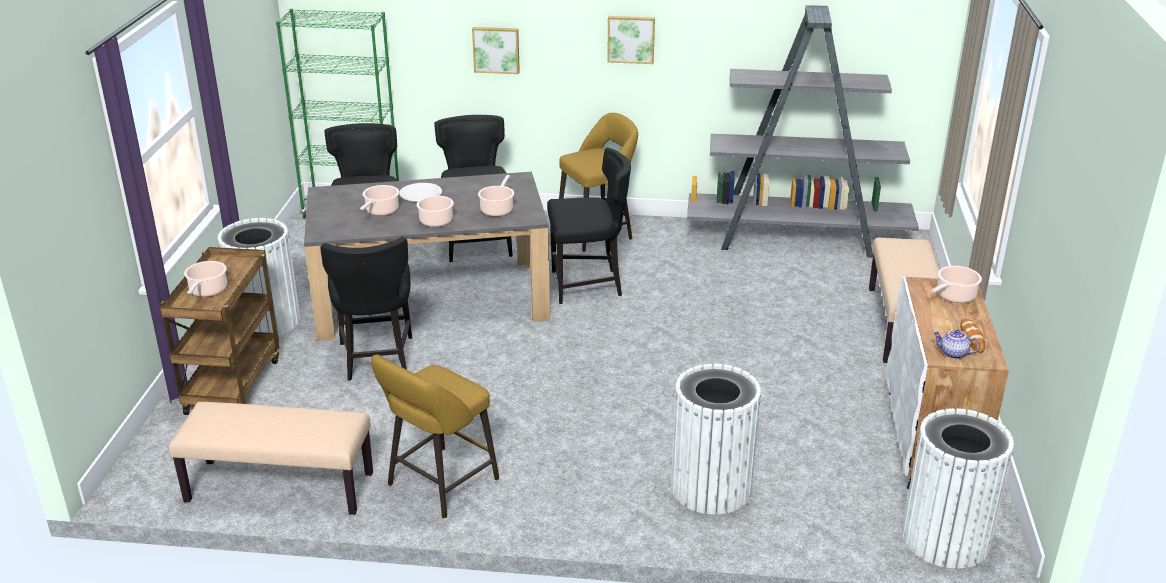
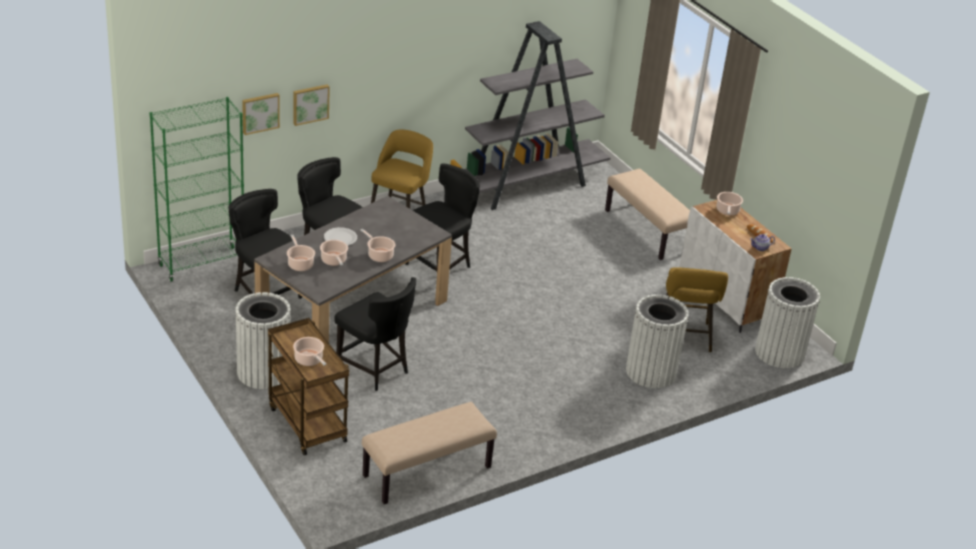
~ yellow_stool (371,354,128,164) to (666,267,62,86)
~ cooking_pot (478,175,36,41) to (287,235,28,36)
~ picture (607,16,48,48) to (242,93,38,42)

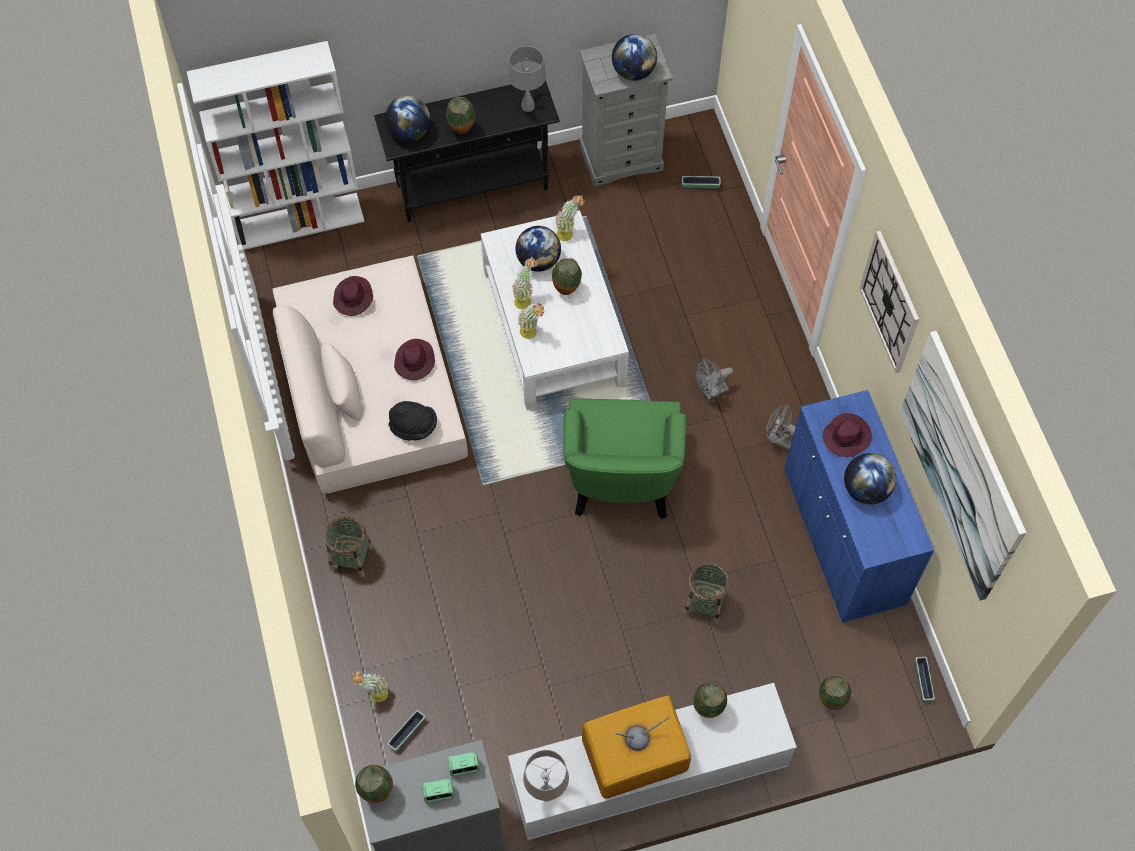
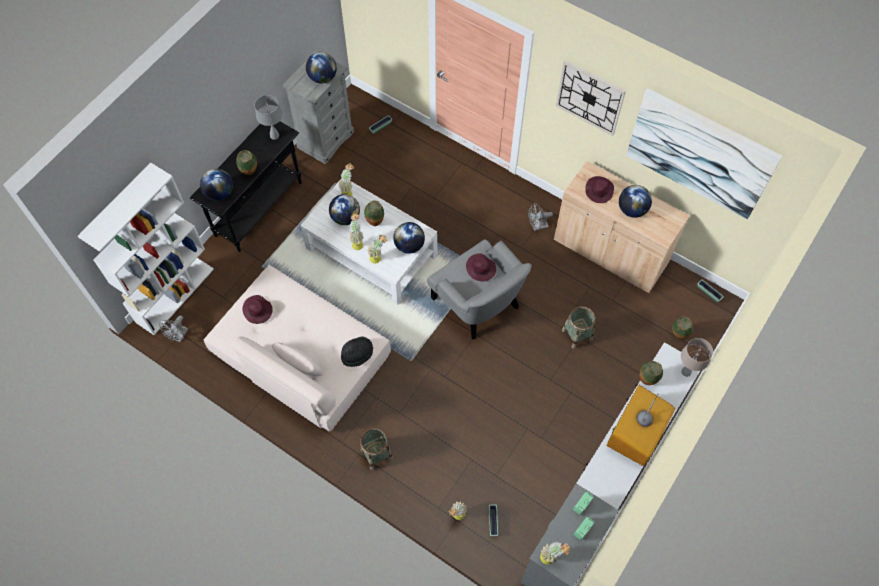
+ globe (393,222,32,32)
~ purple_hat (394,339,41,41) to (466,253,30,28)
~ beige_table_lamp (523,750,46,52) to (681,338,32,39)
~ grey_fan (696,359,37,41) to (159,315,29,27)
~ vase (355,765,38,38) to potted_plant (540,542,30,23)
~ green_armchair (563,398,124,121) to grey_armchair (427,239,105,100)
~ blue_cabinet (784,390,151,233) to beige_cabinet (554,161,136,132)

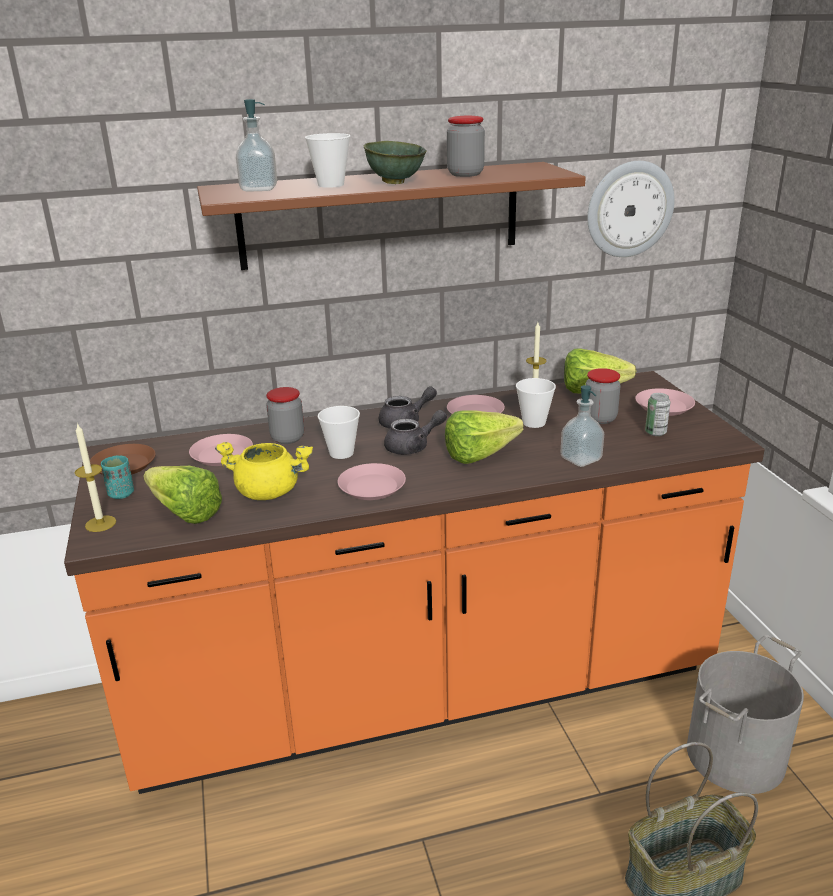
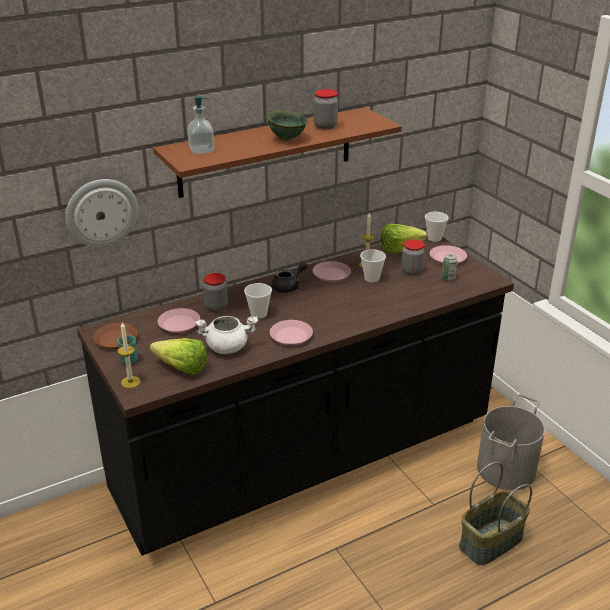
- grey_teapot (384,410,63,45)
- lettuce (445,410,79,54)
- soap_dispenser (560,385,44,82)
~ cup (305,133,45,55) to (425,212,24,30)
~ wall_clock (587,161,88,96) to (65,179,73,69)
~ orange_counter (64,371,701,423) to black_counter (77,232,437,324)
~ yellow_cooking_pot (215,442,98,58) to white_cooking_pot (195,316,63,38)

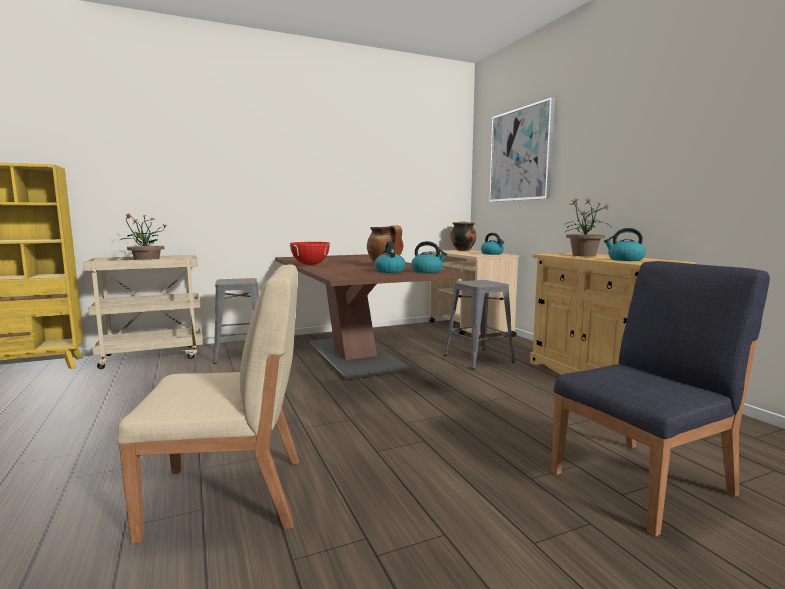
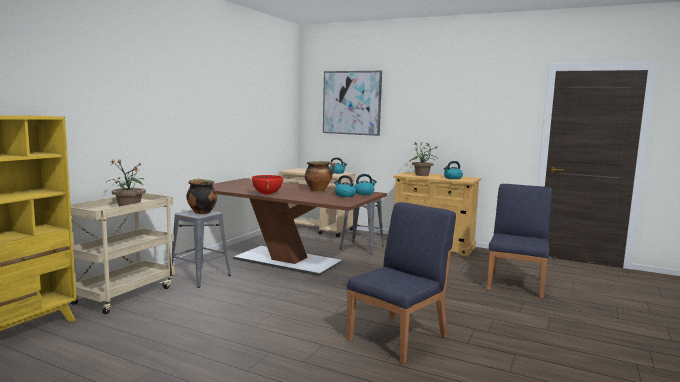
~ cooking_pot (450,222,27,29) to (186,179,31,35)
~ beige_chair (117,264,182,280) to blue_chair (347,202,109,162)

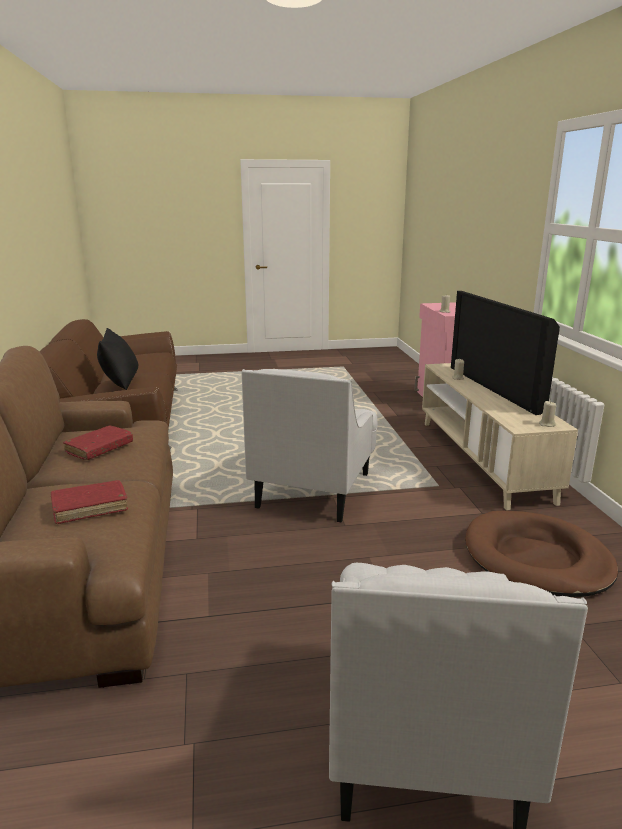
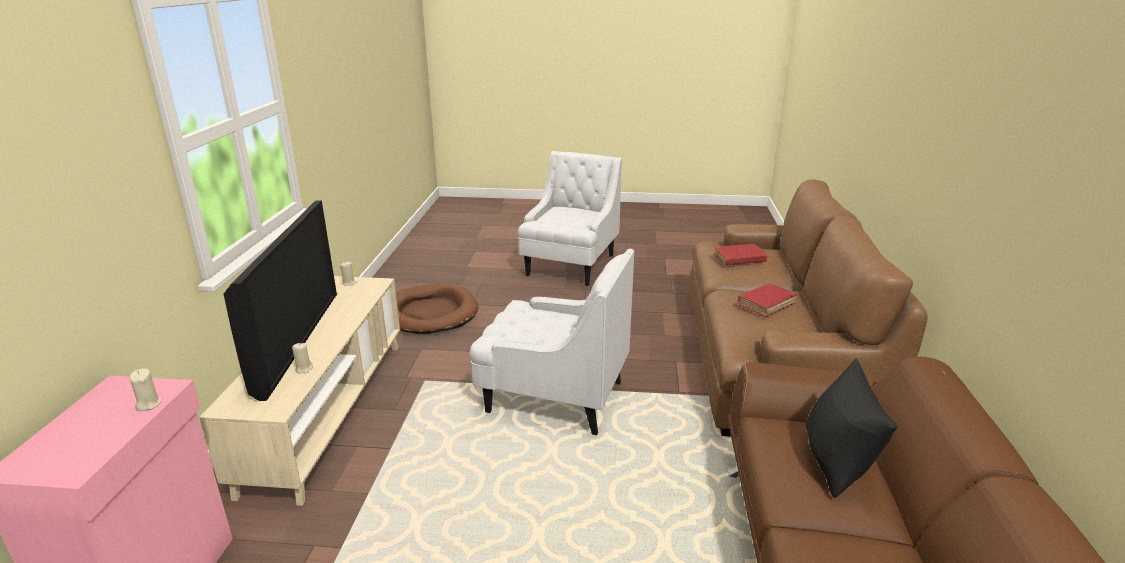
~ white_armchair (242,369,136,153) = (470,249,164,186) 75 degrees clockwise

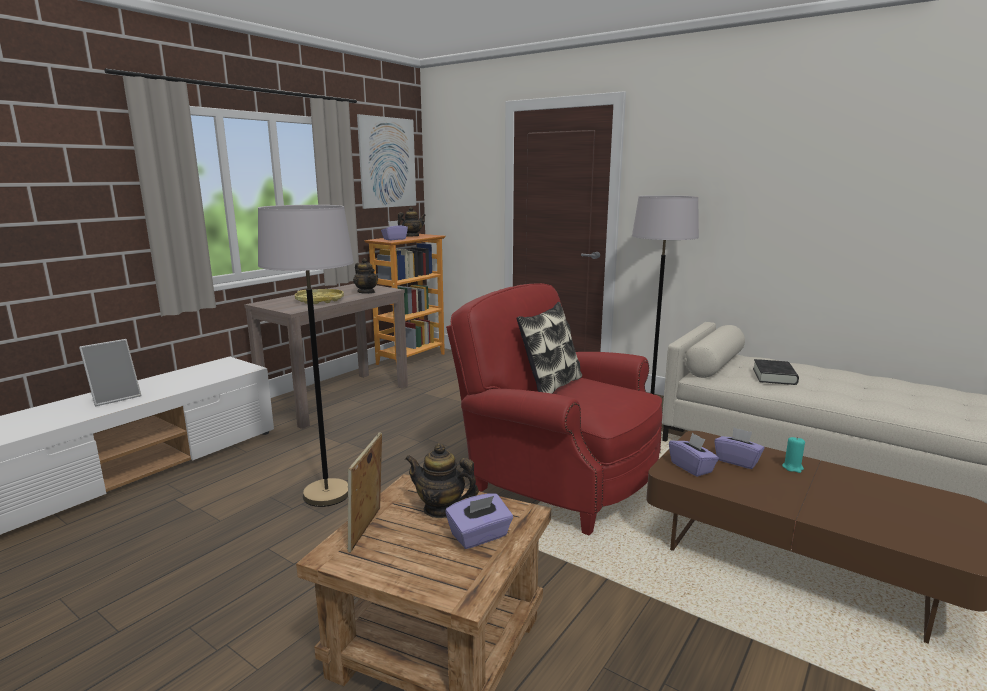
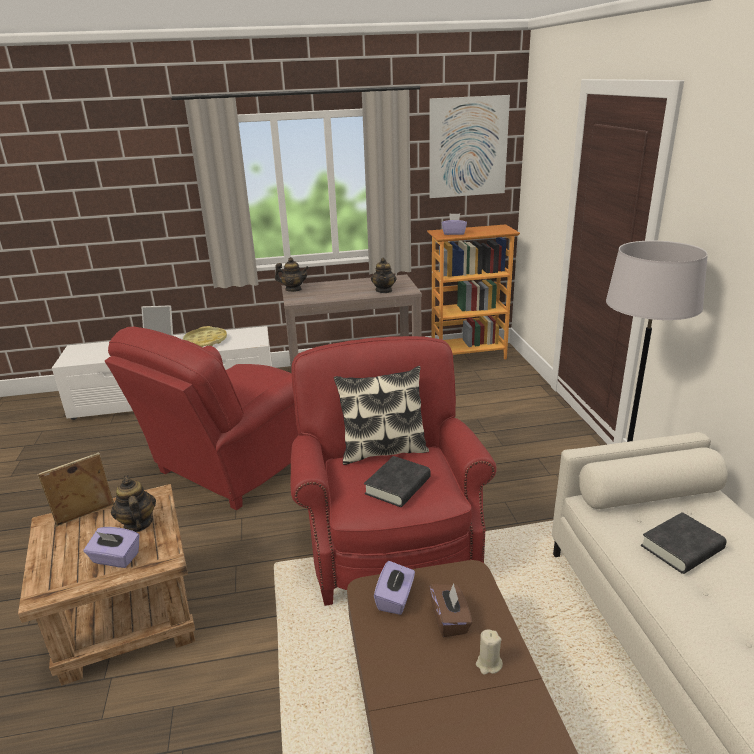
+ black_book (364,456,67,51)
~ yellow_tray (295,289,49,15) to (183,326,44,21)
~ teapot (398,207,28,29) to (275,257,34,35)
~ grey_floor_lamp (258,205,96,302) to red_armchair (105,327,193,184)
~ purple_tissue_box (714,427,51,42) to brown_tissue_box (429,583,43,54)
~ turquoise_candle (782,437,23,36) to beige_candle (476,630,27,45)

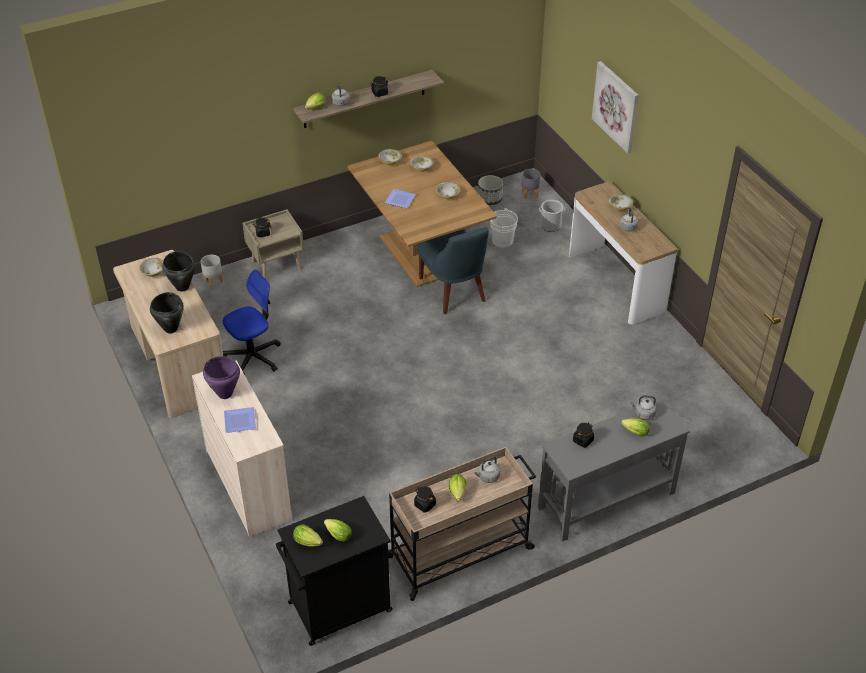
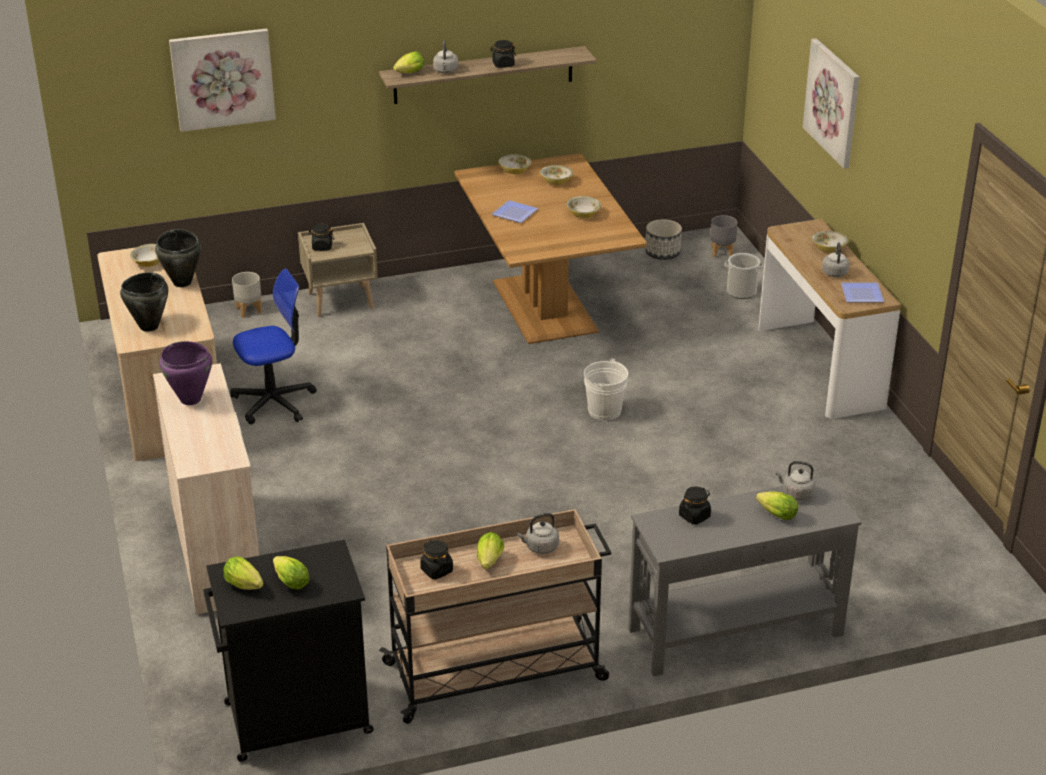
- blue_chair (417,227,72,87)
+ picture (169,28,107,104)
~ plate (224,407,32,26) to (841,282,43,20)
~ white_bucket (490,208,28,40) to (584,359,44,62)

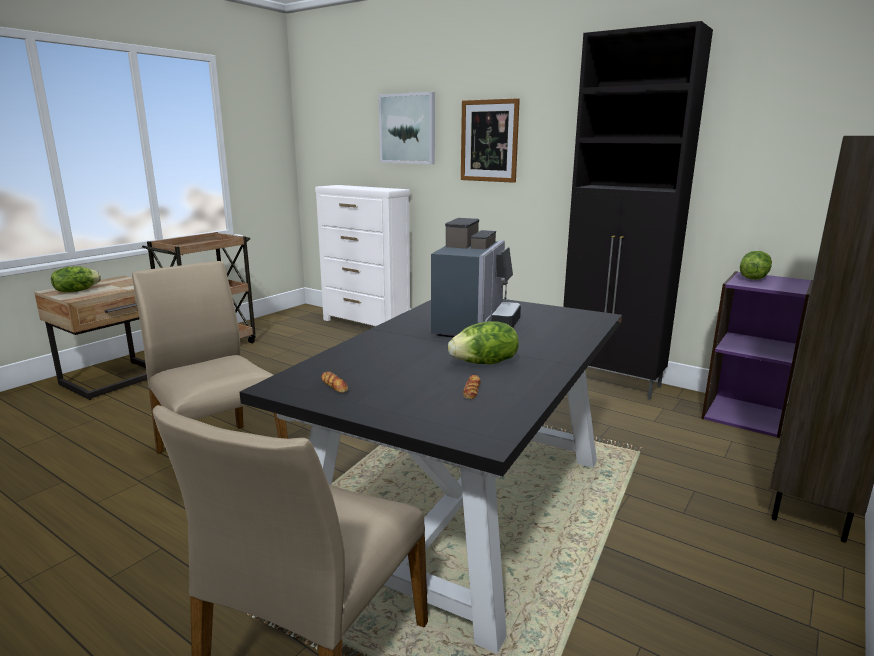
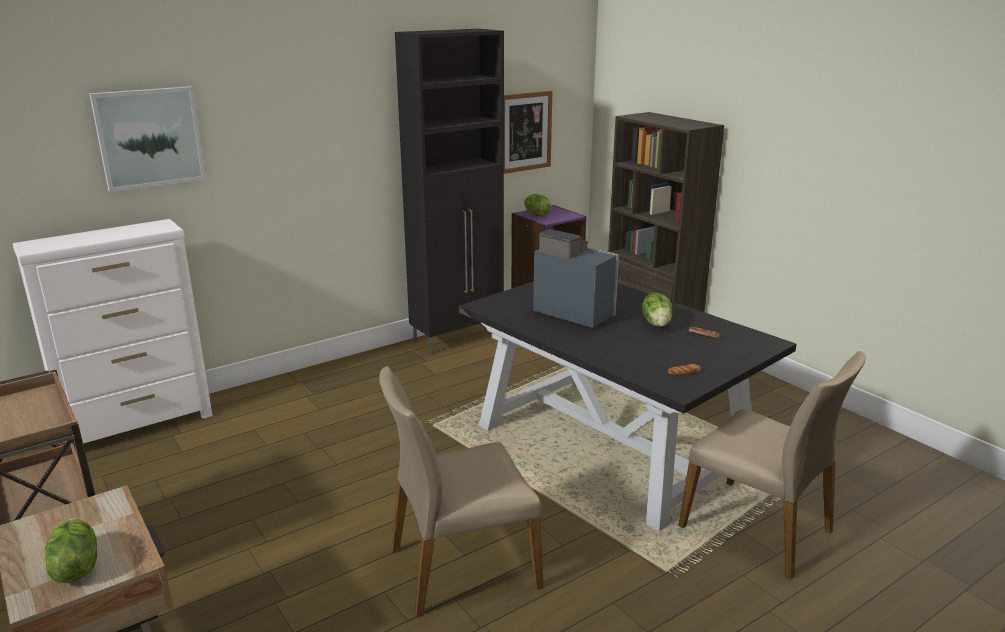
~ picture (461,98,59,85) to (504,91,48,83)

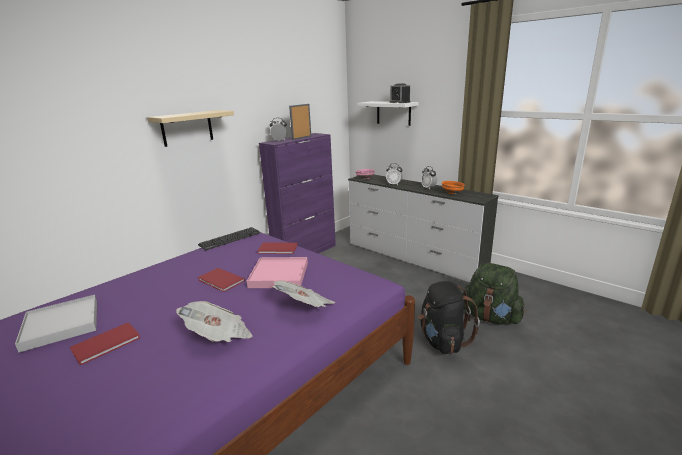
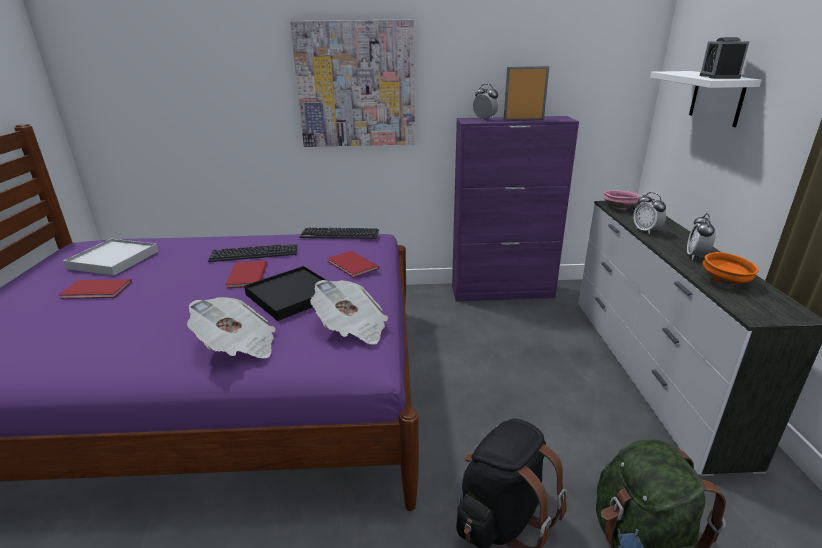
+ keyboard (208,244,89,18)
~ newspaper (176,301,77,41) to (310,280,78,65)
~ beige_shelf (147,110,87,37) to picture (290,19,125,128)
~ pink_tray (247,257,61,31) to black_tray (244,266,84,55)

